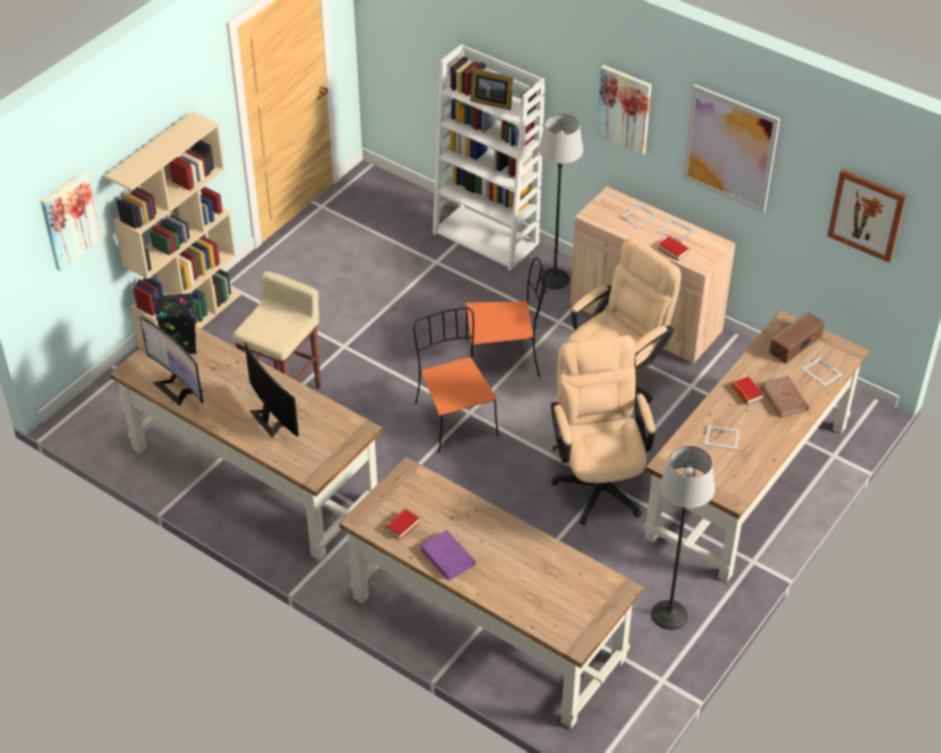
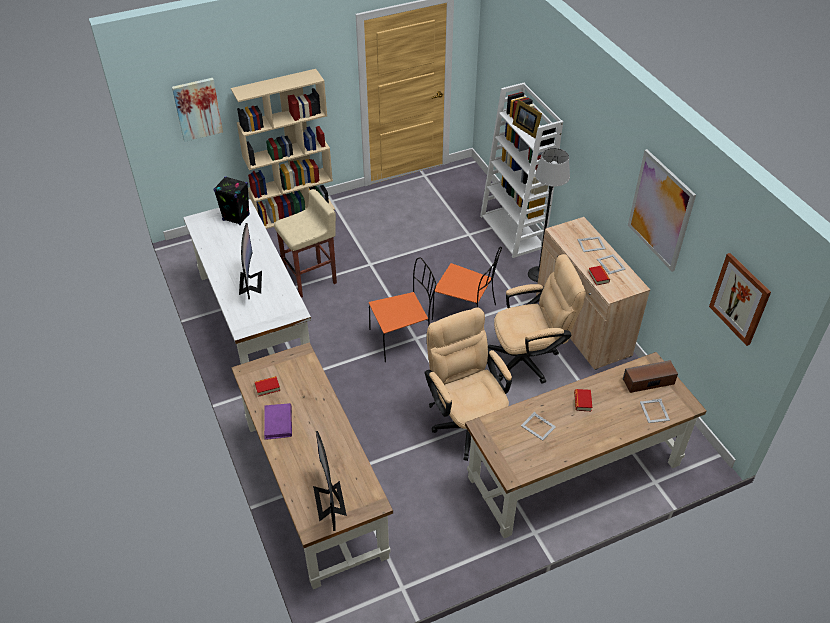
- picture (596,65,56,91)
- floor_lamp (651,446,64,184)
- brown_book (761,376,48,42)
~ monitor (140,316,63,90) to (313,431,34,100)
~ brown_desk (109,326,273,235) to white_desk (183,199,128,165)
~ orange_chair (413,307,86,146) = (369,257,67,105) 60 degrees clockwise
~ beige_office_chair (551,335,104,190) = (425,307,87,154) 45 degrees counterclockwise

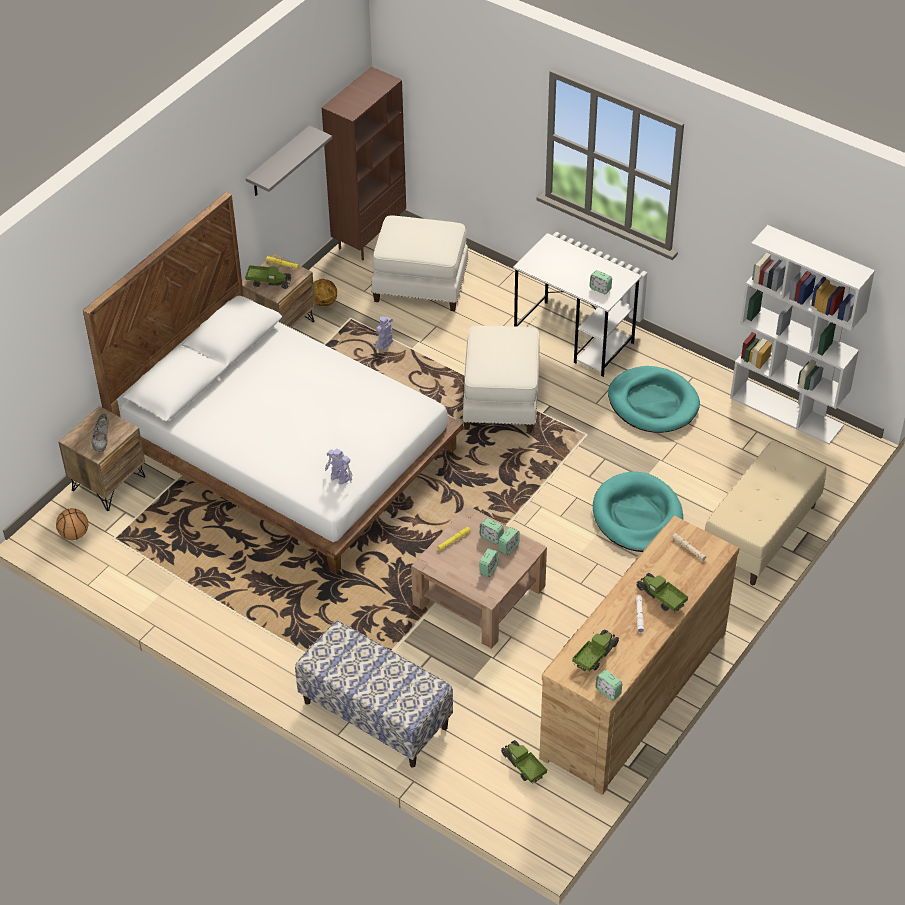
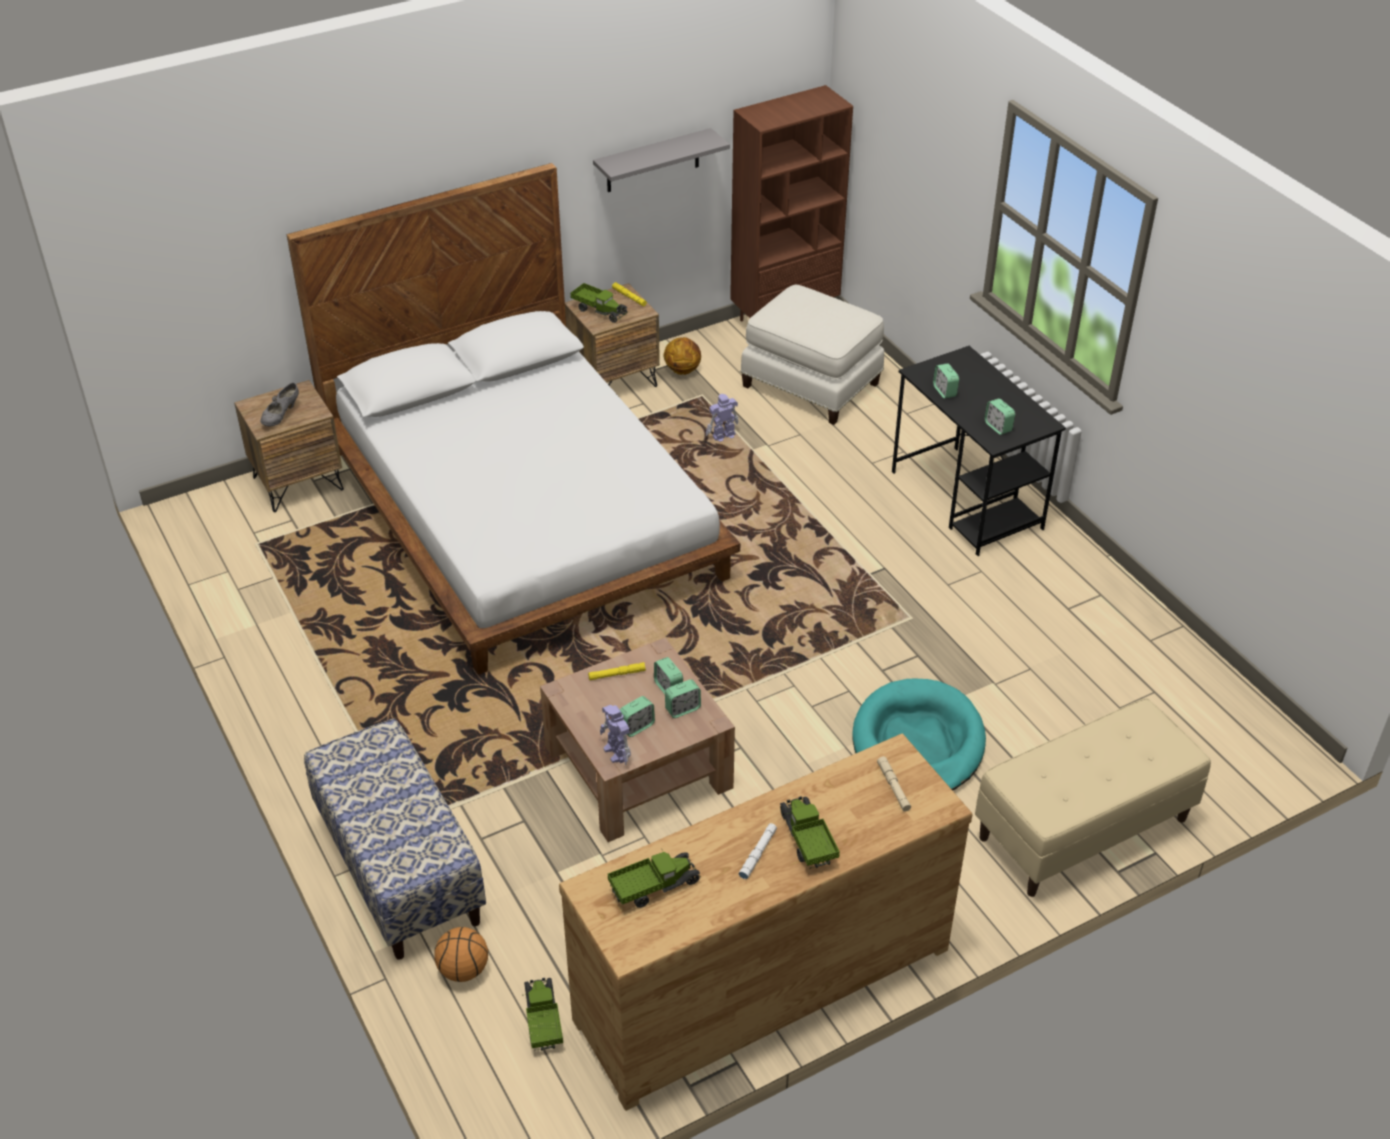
- white_ottoman (463,325,77,107)
- turquoise_dog_bed (608,366,92,67)
- white_bookcase (730,225,145,220)
~ basketball (56,508,32,32) to (434,927,54,55)
~ toy_robot (325,448,28,37) to (600,705,31,60)
~ alarm_clock (596,670,26,31) to (933,363,26,36)
~ white_desk (513,233,129,144) to black_desk (892,346,174,210)

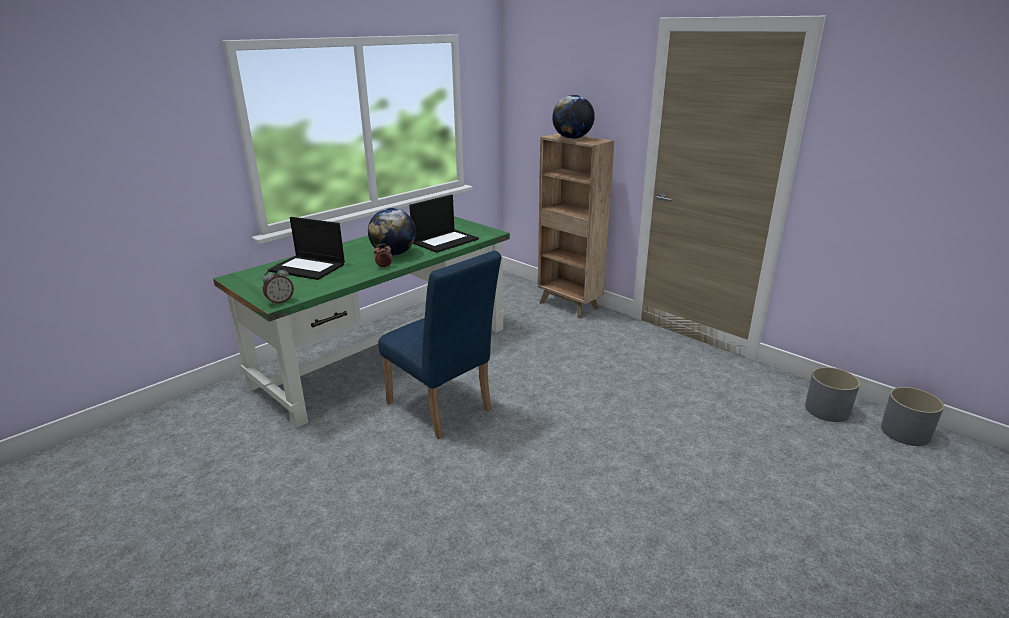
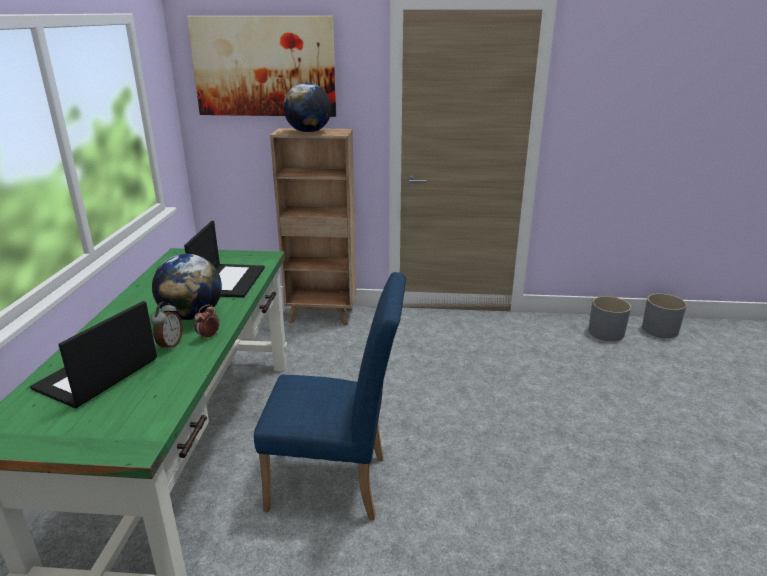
+ picture (187,16,149,101)
~ alarm_clock (262,266,32,39) to (151,302,31,49)
~ laptop (269,217,76,63) = (30,301,127,107) 135 degrees clockwise

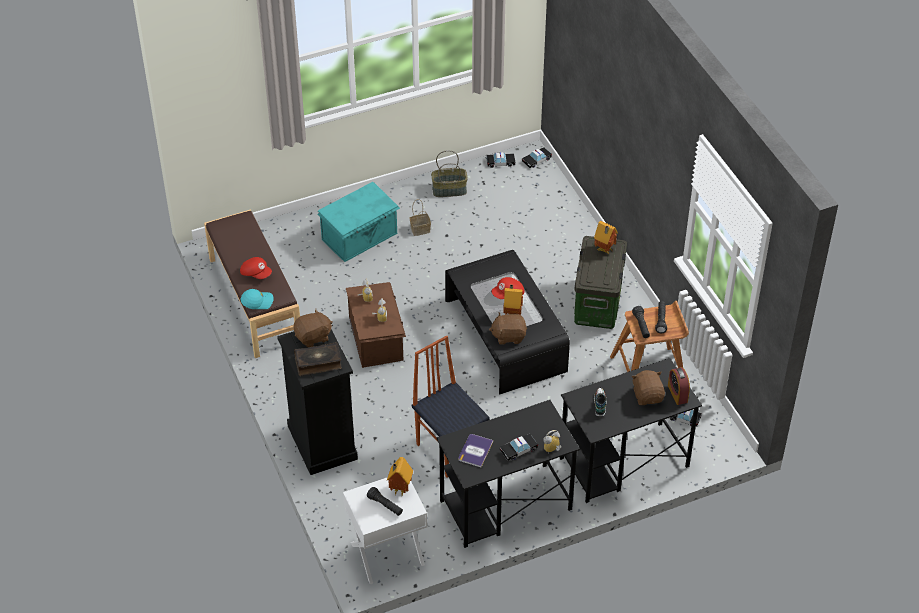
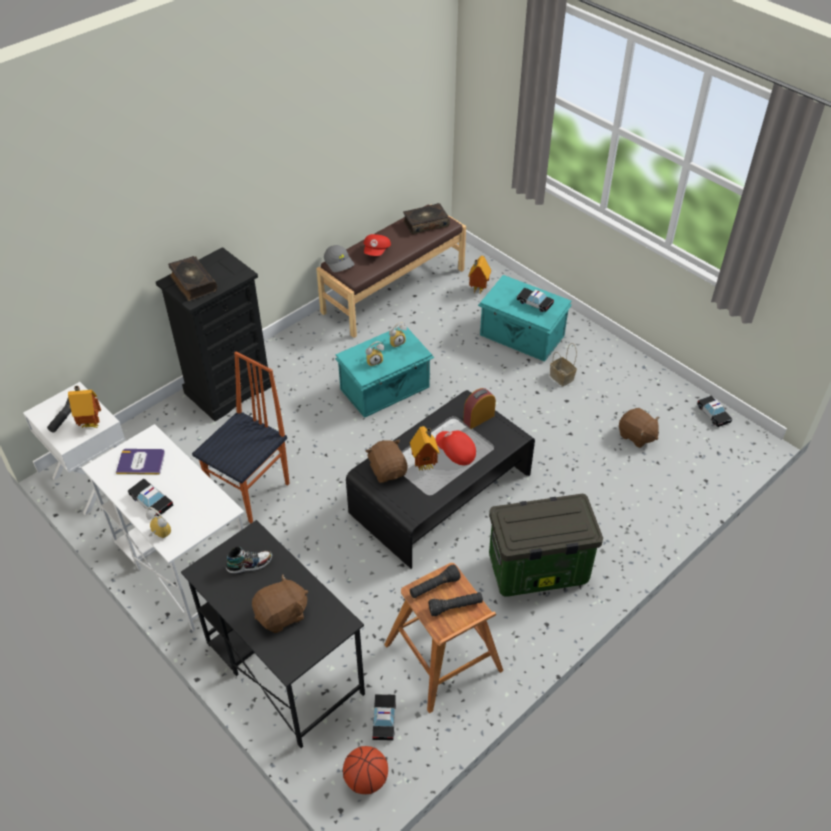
- basket (431,150,37,47)
+ basketball (343,746,45,48)
+ book (403,203,47,32)
~ brown_plush_toy (294,309,39,38) to (619,408,41,40)
~ toy_car (522,147,30,21) to (517,288,37,24)
~ toy_house (594,220,24,34) to (468,256,23,38)
~ alarm_clock (668,367,22,38) to (463,388,33,41)
~ turquoise_cap (241,289,33,20) to grey_cap (324,245,31,27)
~ brown_storage_box (346,282,60,86) to turquoise_storage_box (335,326,99,92)
~ black_desk (437,400,143,148) to white_desk (81,424,164,207)

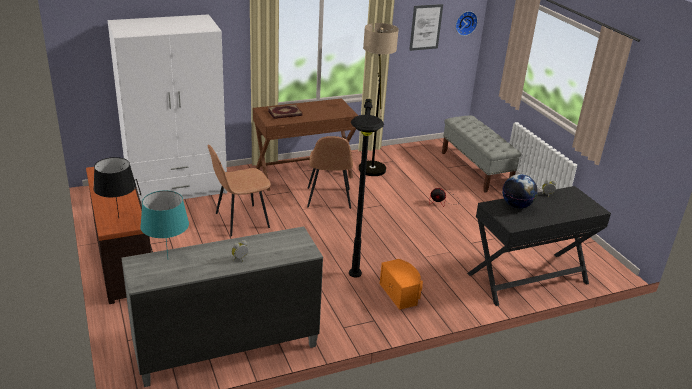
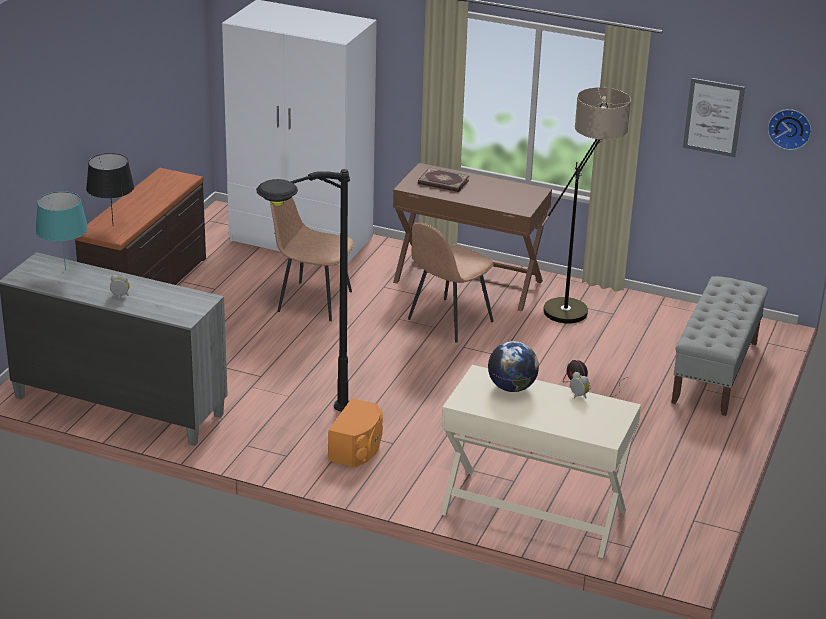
~ black_desk (467,186,144,120) to beige_desk (440,365,201,193)

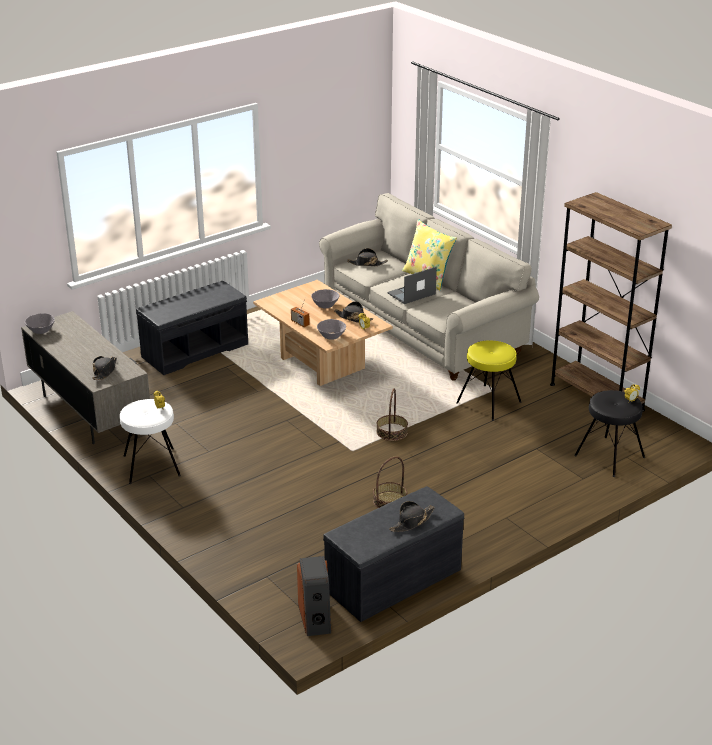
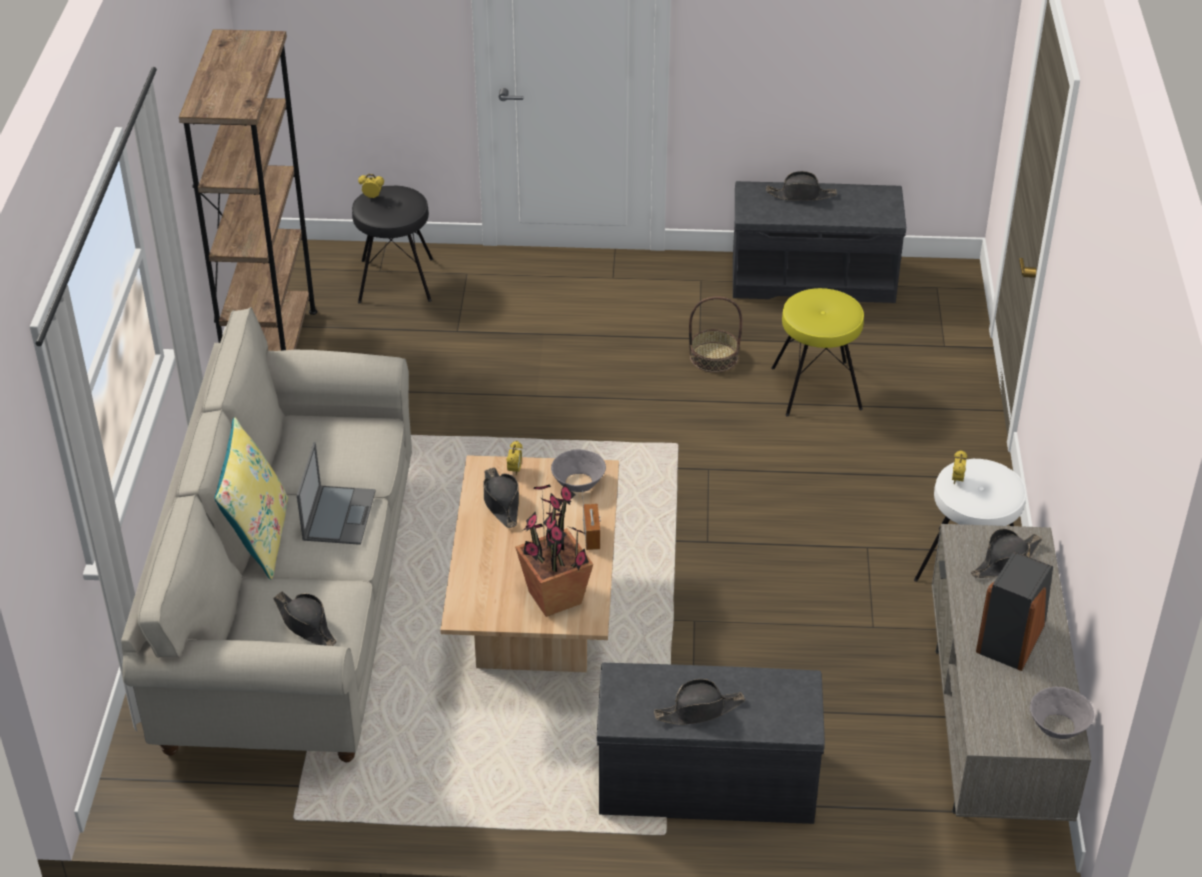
- grey_bowl (311,289,28,19)
- basket (376,388,32,53)
+ potted_plant (515,484,78,133)
+ black_hat (654,679,91,46)
~ speaker (297,556,34,80) to (976,552,77,119)
~ yellow_stool (456,340,66,81) to (771,288,93,129)
~ laptop (387,267,50,37) = (297,442,79,103) 90 degrees counterclockwise

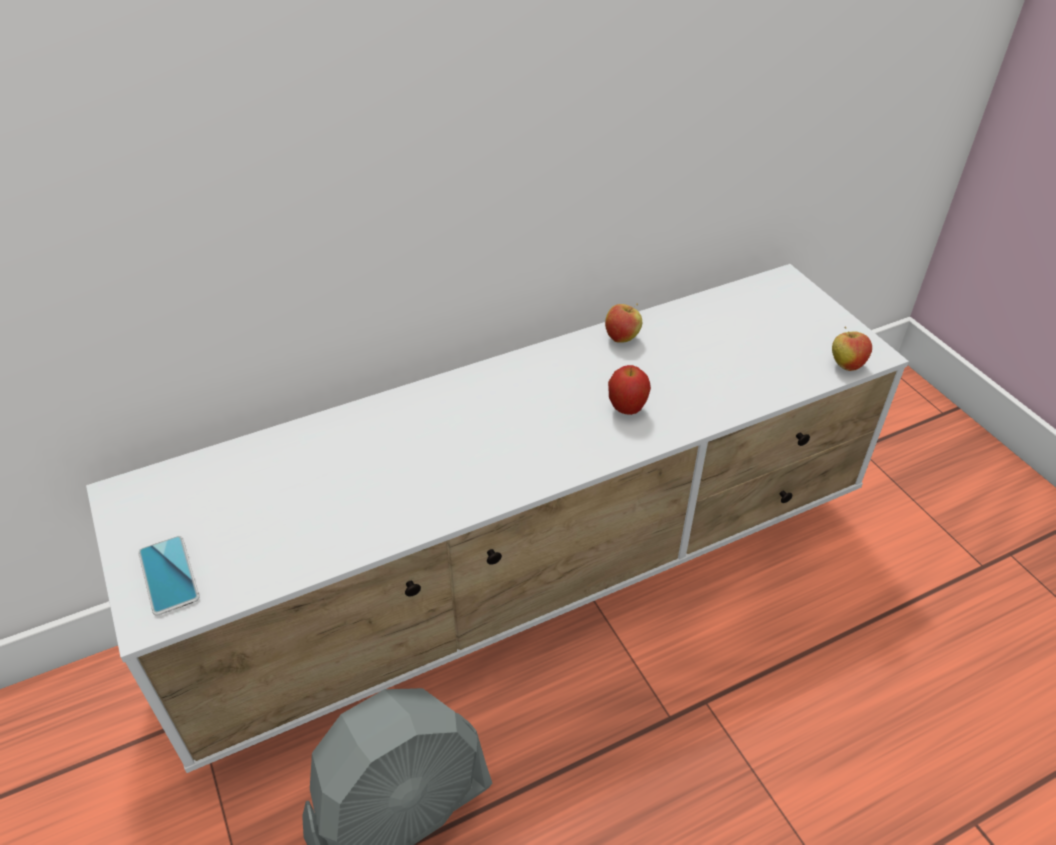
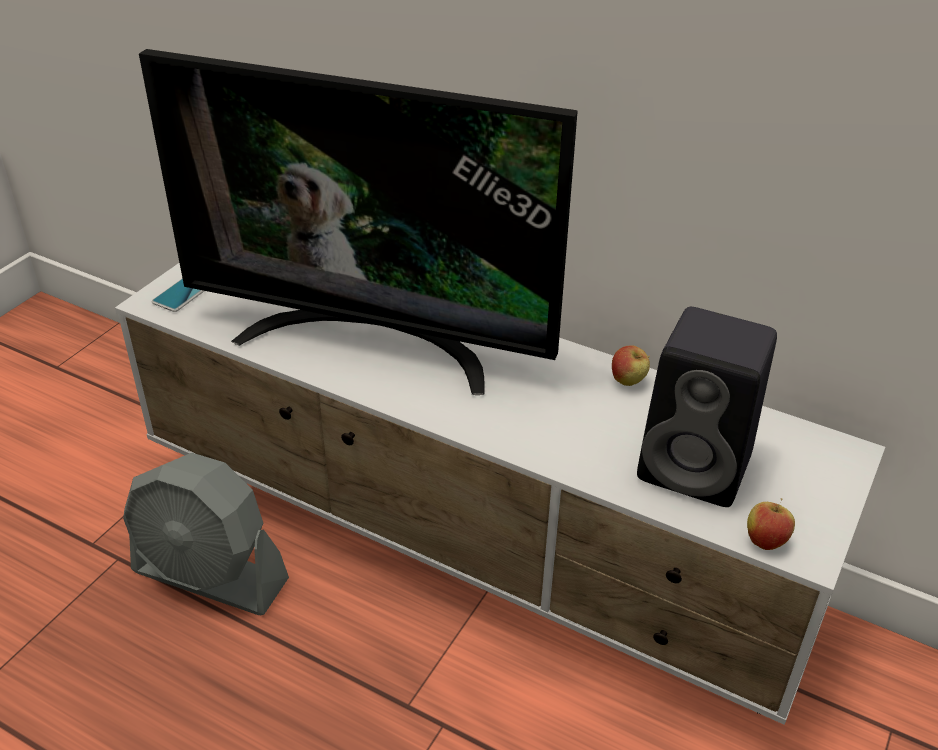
- apple (608,365,43,50)
+ television (139,49,439,346)
+ black_speaker (637,307,140,200)

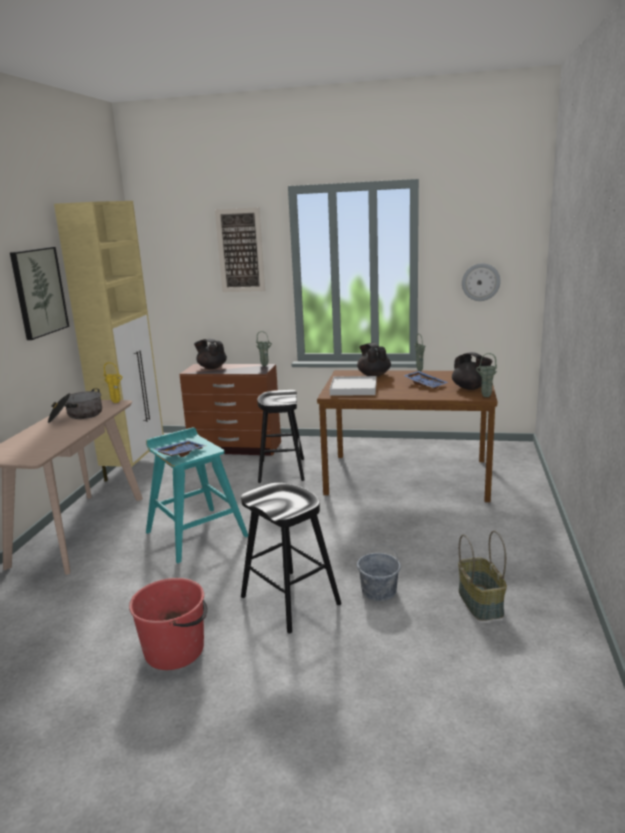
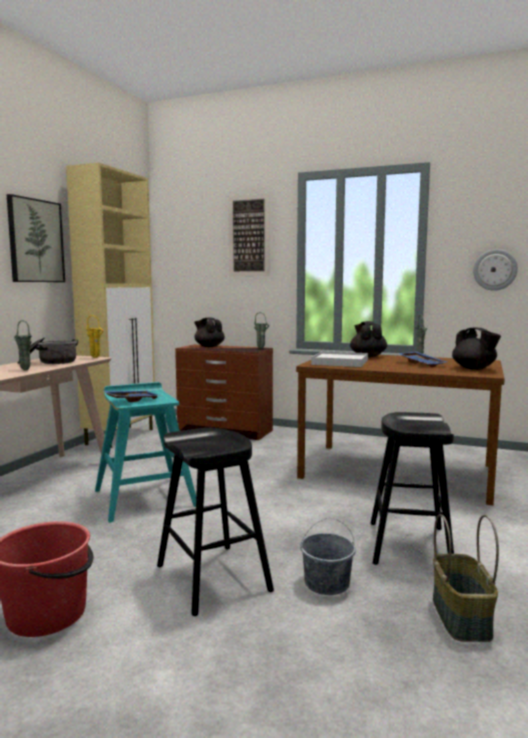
~ black_stool (257,390,48,93) to (370,412,84,153)
~ green_vase (476,353,21,44) to (14,320,18,50)

